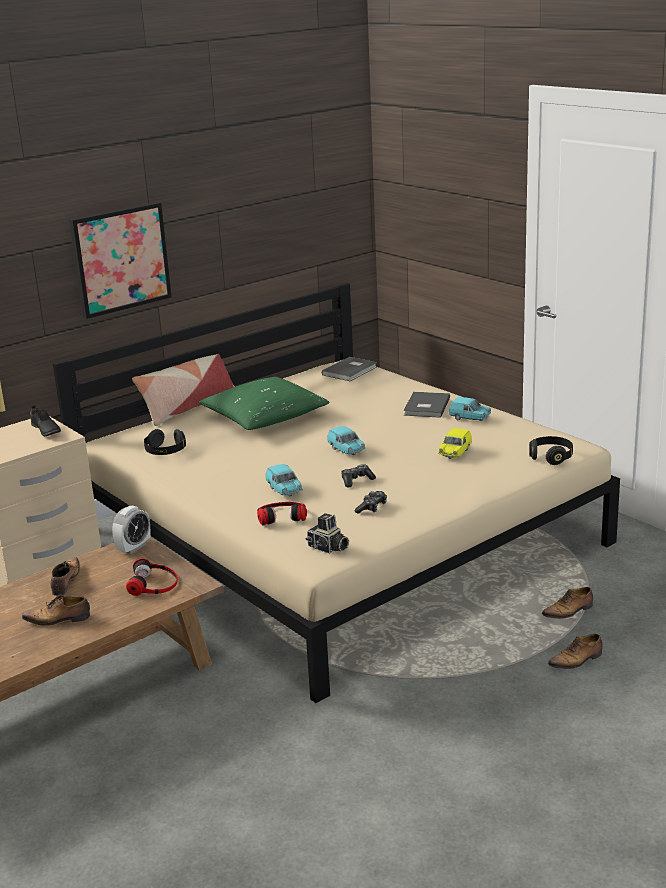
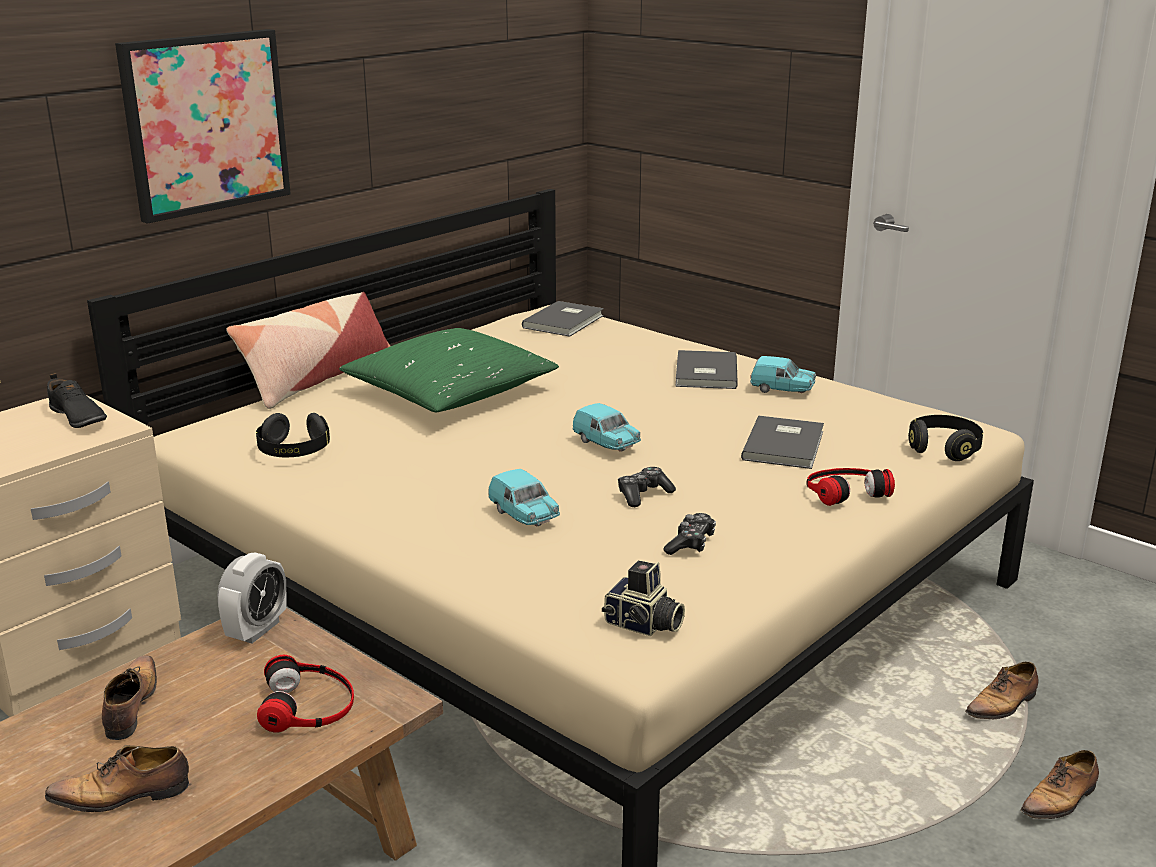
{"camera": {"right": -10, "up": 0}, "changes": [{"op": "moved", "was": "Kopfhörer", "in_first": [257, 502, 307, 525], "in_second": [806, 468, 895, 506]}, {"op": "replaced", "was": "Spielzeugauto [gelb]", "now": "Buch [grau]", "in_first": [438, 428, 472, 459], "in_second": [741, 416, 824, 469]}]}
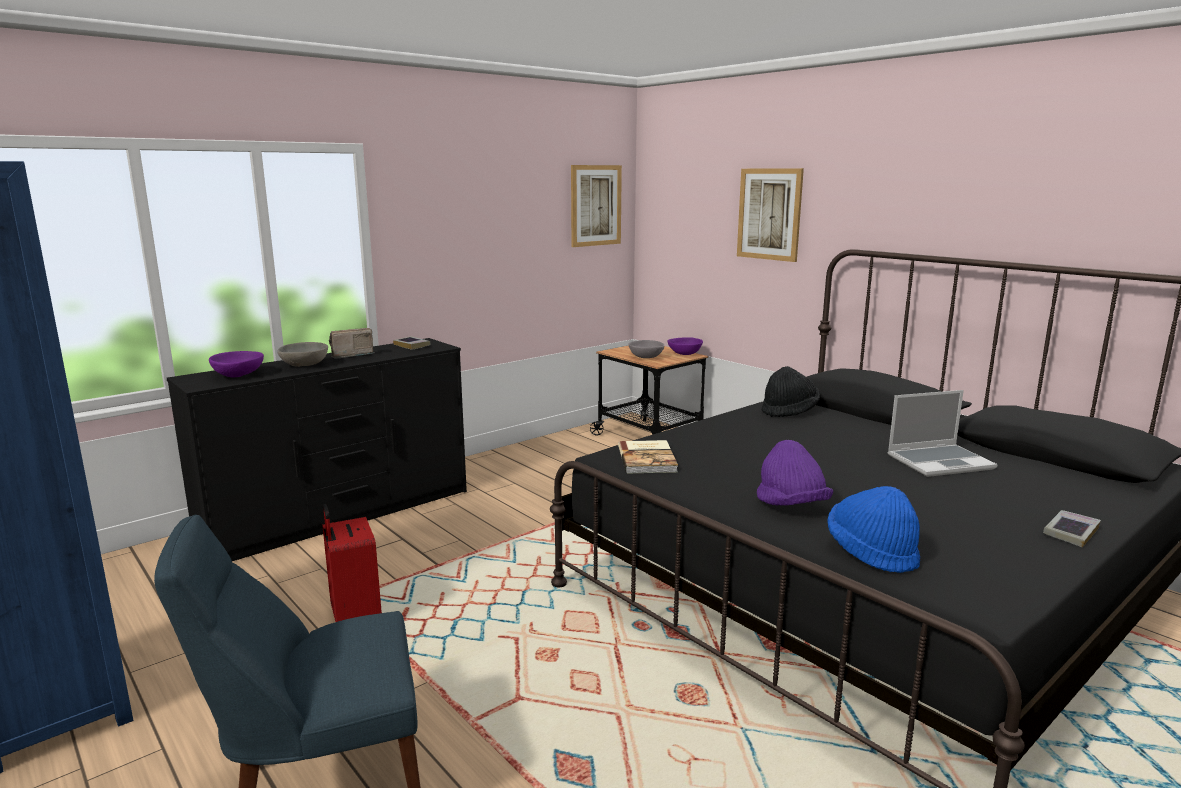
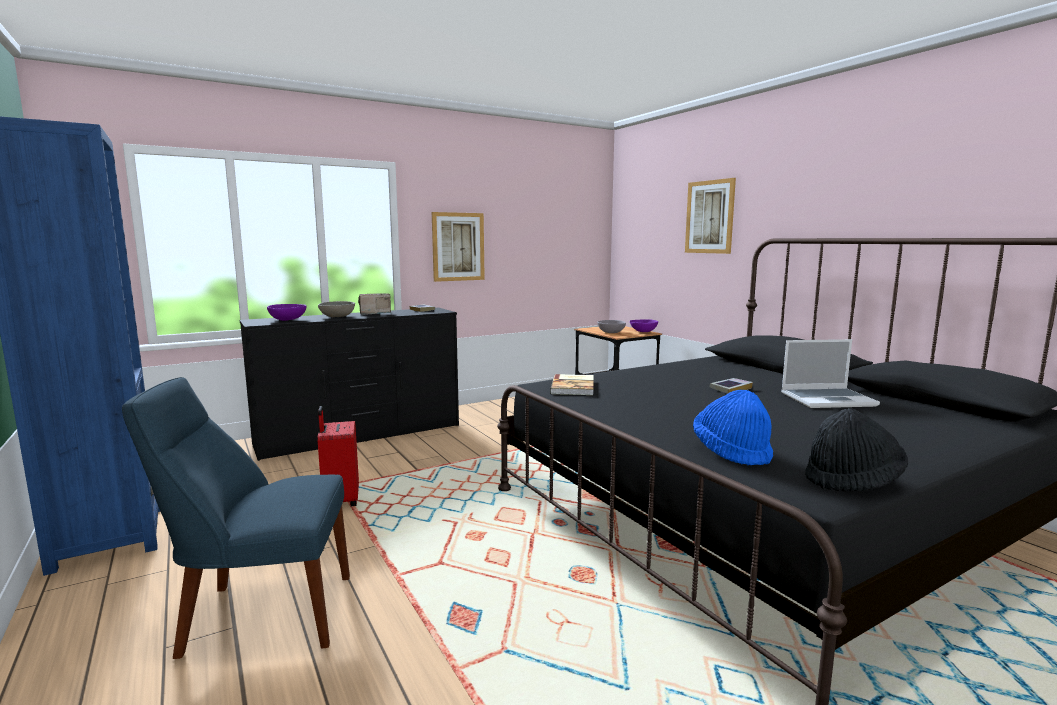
{"camera": {"right": 10, "up": -5}, "changes": [{"op": "removed", "was": "Hut [lila]", "in_first": [757, 440, 833, 506]}, {"op": "moved", "was": "Bild", "in_first": [571, 165, 622, 247], "in_second": [432, 212, 485, 282]}, {"op": "moved", "was": "Hut [schwarz]", "in_first": [762, 366, 820, 417], "in_second": [805, 408, 908, 492]}, {"op": "moved", "was": "Buch", "in_first": [1043, 510, 1101, 548], "in_second": [709, 378, 753, 394]}]}
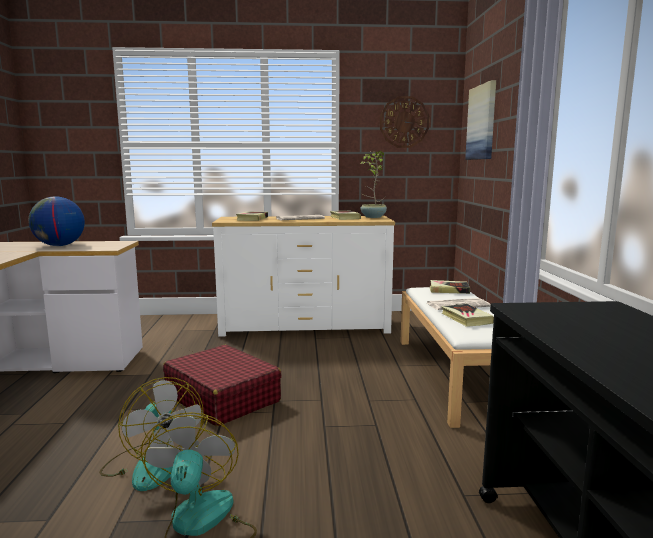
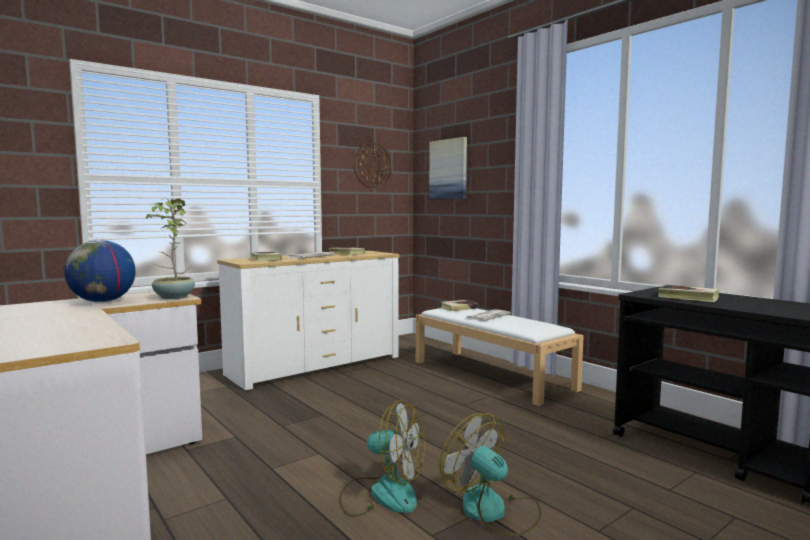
{"camera": {"right": -35, "up": -5}, "changes": [{"op": "removed", "was": "Koffer [rot]", "in_first": [163, 345, 282, 426]}, {"op": "moved", "was": "Topfpflanze", "in_first": [361, 151, 387, 218], "in_second": [145, 198, 195, 299]}, {"op": "moved", "was": "Buch", "in_first": [441, 304, 494, 327], "in_second": [658, 285, 719, 302]}]}
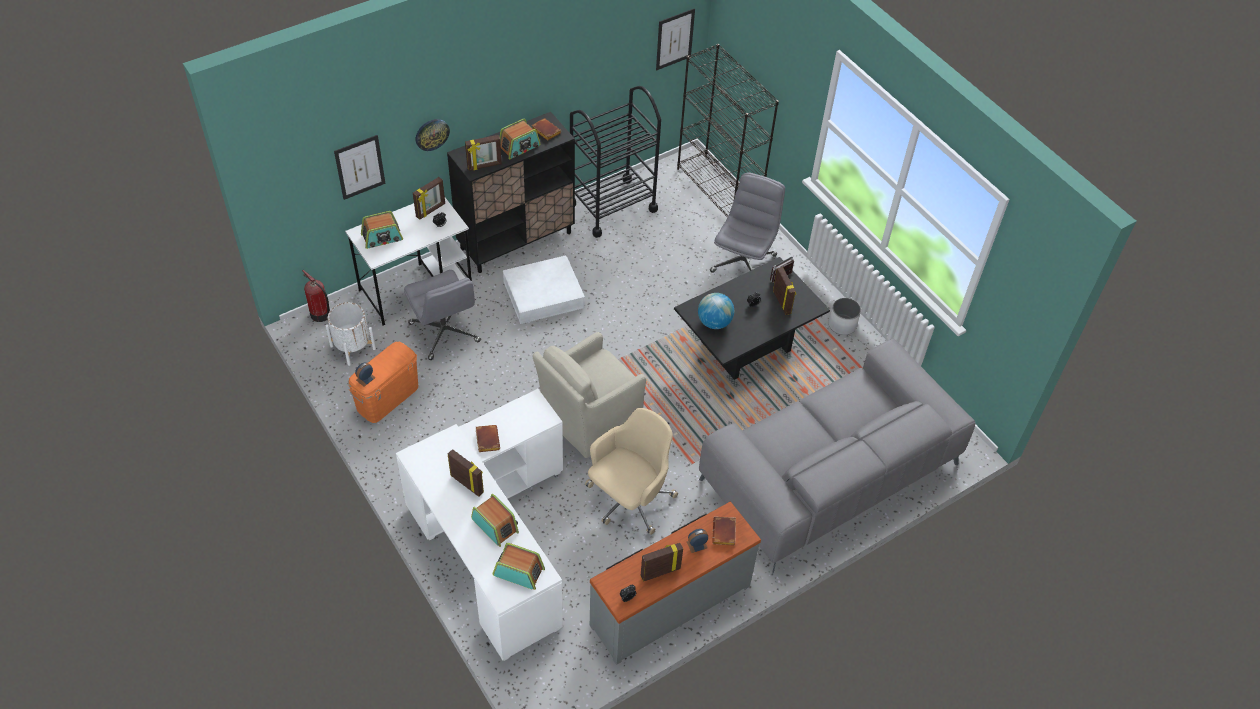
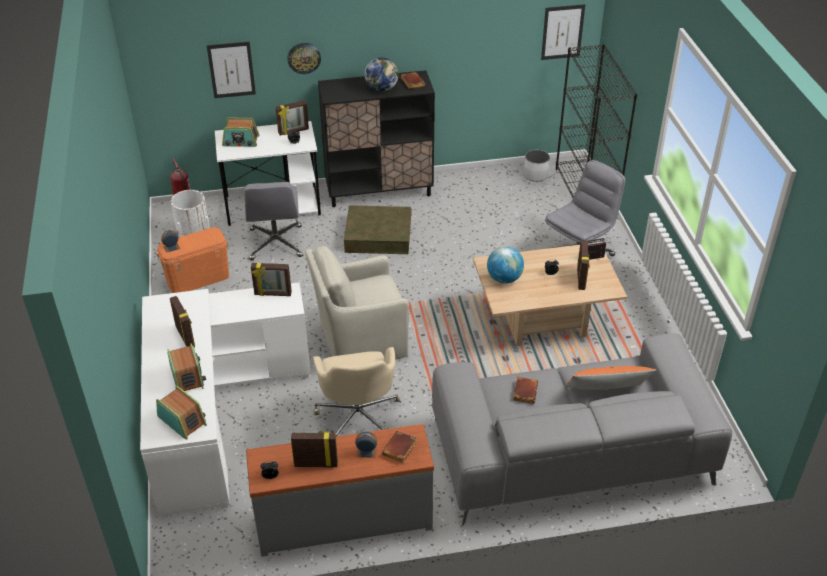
{"camera": {"right": 25, "up": -10}, "changes": [{"op": "removed", "was": "Rollwagen [schwarz]", "in_first": [570, 86, 661, 238]}, {"op": "added", "now": "Kissen [orange]", "in_second": [565, 366, 656, 390]}, {"op": "moved", "was": "Bilderrahmen", "in_first": [465, 135, 502, 171], "in_second": [251, 263, 292, 296]}, {"op": "moved", "was": "Buch [braun]", "in_first": [476, 425, 500, 452], "in_second": [513, 376, 538, 404]}, {"op": "moved", "was": "Pflanzkübel [weiß]", "in_first": [829, 298, 861, 335], "in_second": [523, 150, 550, 182]}, {"op": "replaced", "was": "Radio", "now": "Globus", "in_first": [500, 119, 540, 160], "in_second": [365, 57, 398, 92]}, {"op": "recoloured", "was": "Aufbewahrungsbox [weiß]", "now": "Aufbewahrungsbox [braun]", "in_first": [503, 255, 585, 324], "in_second": [344, 205, 412, 254]}, {"op": "recoloured", "was": "Couchtisch [schwarz]", "now": "Couchtisch [beige]", "in_first": [674, 257, 830, 380], "in_second": [473, 245, 627, 346]}, {"op": "turned", "was": "Bürostuhl [beige]", "in_first": [585, 408, 678, 535], "in_second": [313, 347, 400, 436], "clockwise": 105}]}
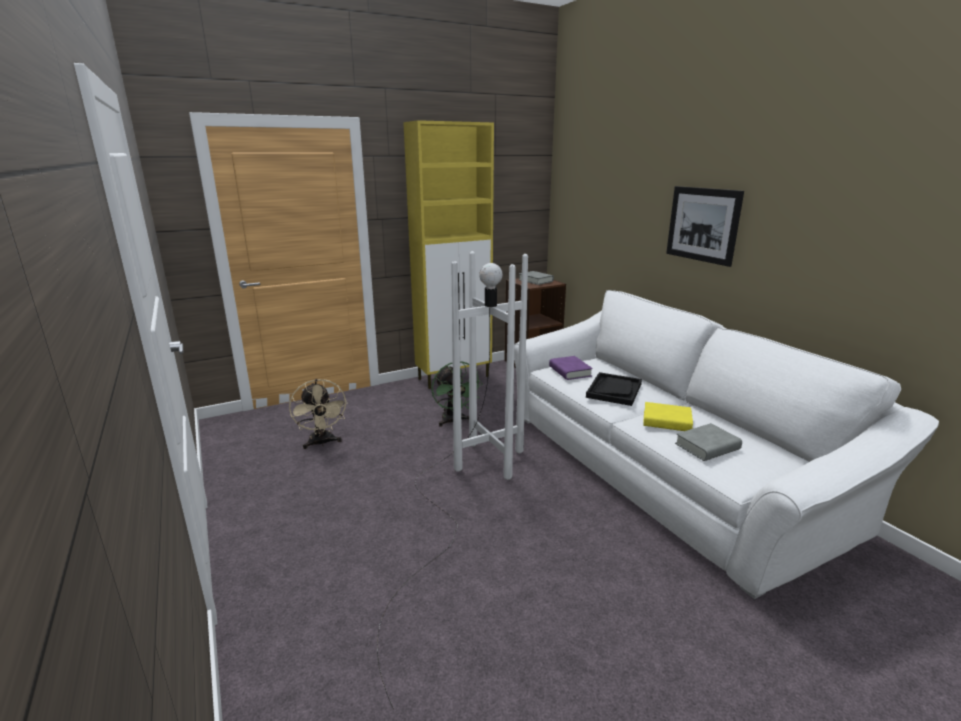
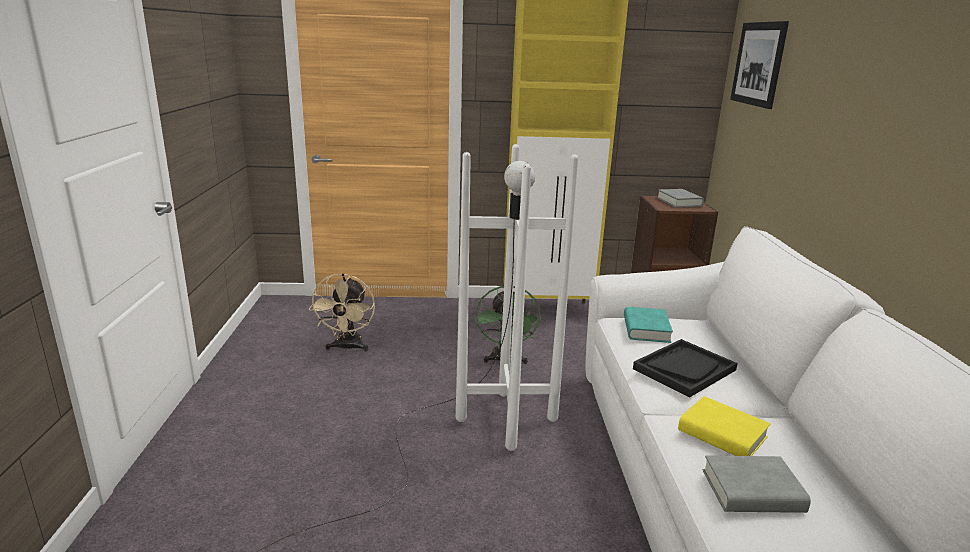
{"camera": {"right": 25, "up": 0}, "changes": [{"op": "moved", "was": "Bild", "in_first": [666, 186, 744, 267], "in_second": [730, 21, 789, 109]}, {"op": "recoloured", "was": "Buch [lila]", "now": "Buch [türkis]", "in_first": [549, 356, 593, 380], "in_second": [624, 307, 673, 343]}]}
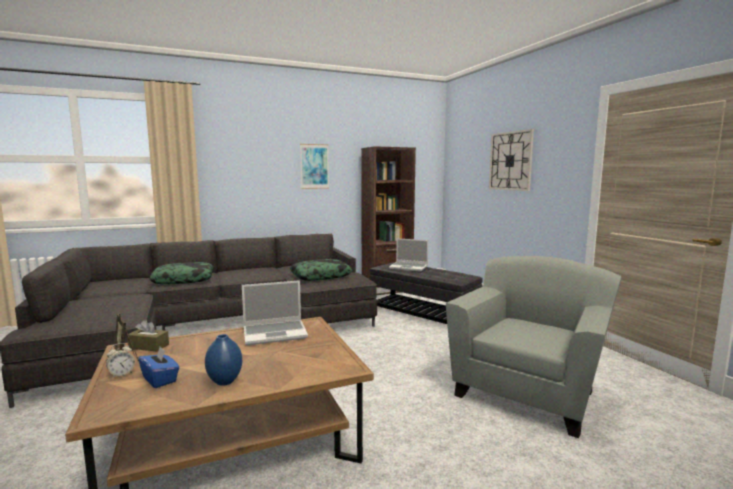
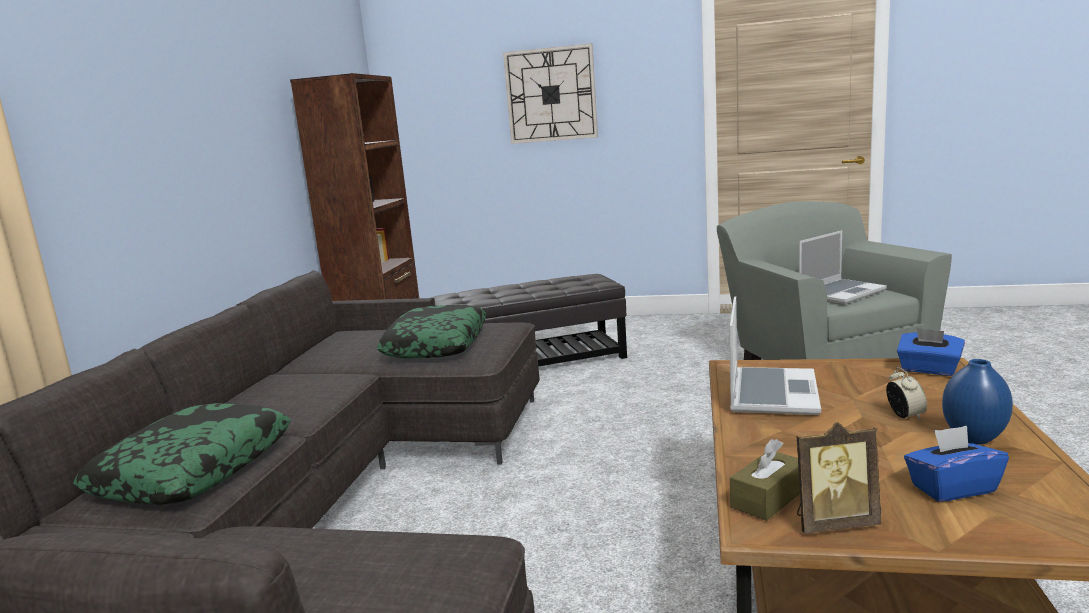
{"camera": {"right": -55, "up": 5}, "changes": [{"op": "removed", "was": "Bild", "in_first": [300, 144, 329, 189]}, {"op": "added", "now": "Taschentuchbox [blau]", "in_second": [897, 328, 965, 376]}, {"op": "moved", "was": "Wecker", "in_first": [106, 343, 135, 378], "in_second": [886, 367, 927, 420]}, {"op": "moved", "was": "Laptop", "in_first": [389, 238, 428, 272], "in_second": [799, 230, 887, 304]}]}
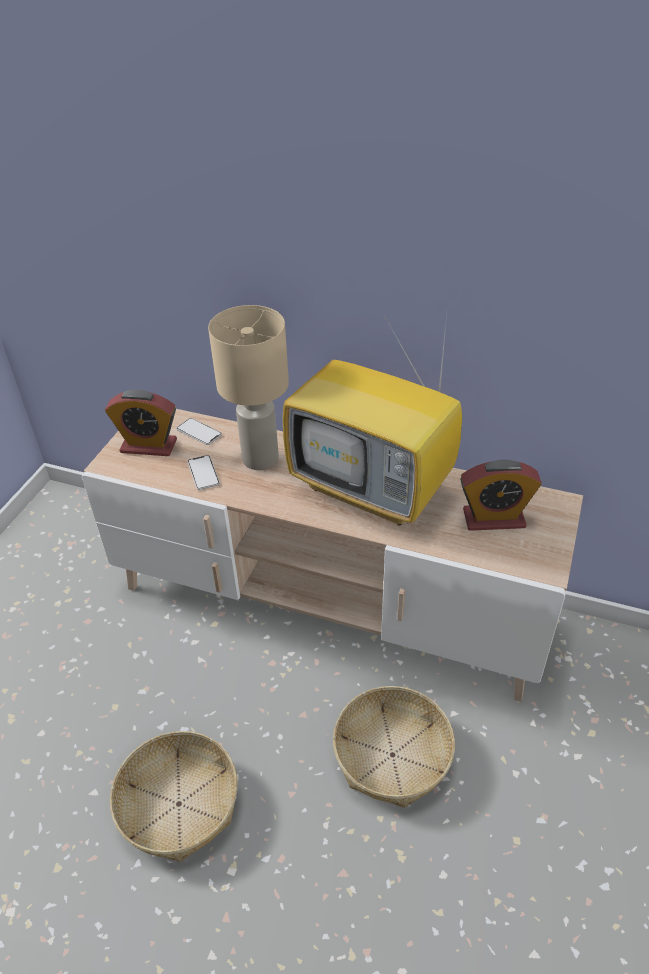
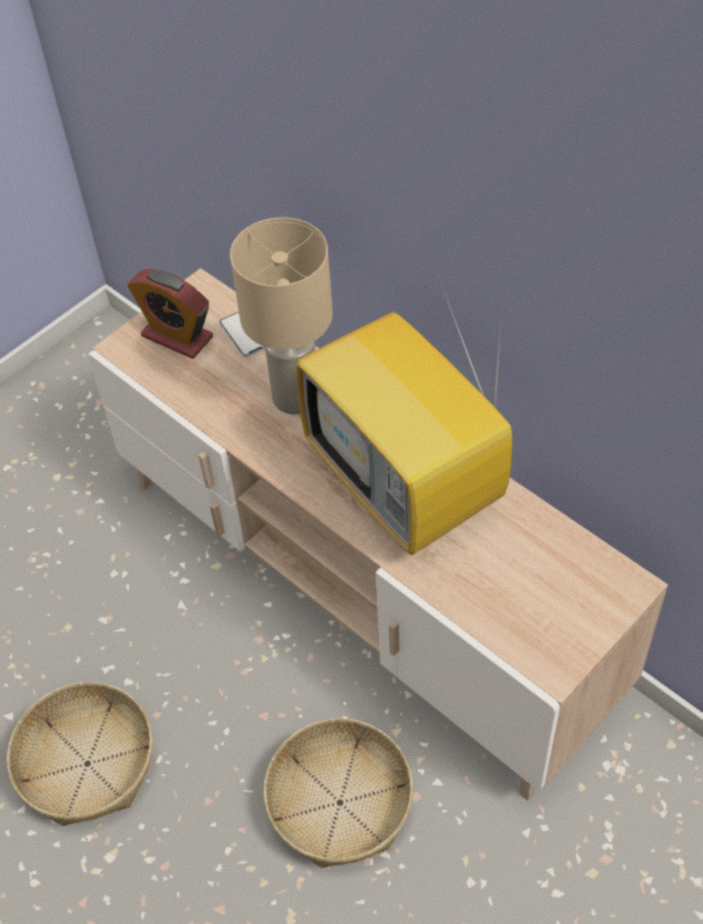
{"camera": {"right": 25, "up": 10}, "changes": [{"op": "removed", "was": "Handy", "in_first": [188, 455, 220, 490]}, {"op": "removed", "was": "Wecker", "in_first": [460, 459, 542, 531]}]}
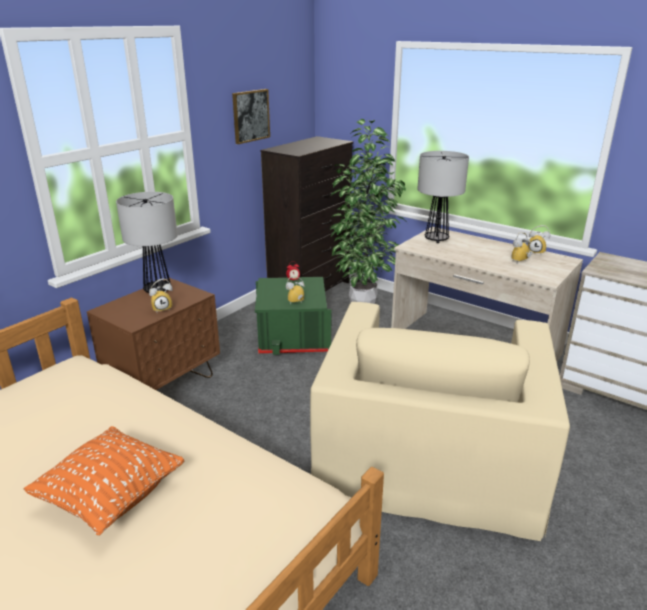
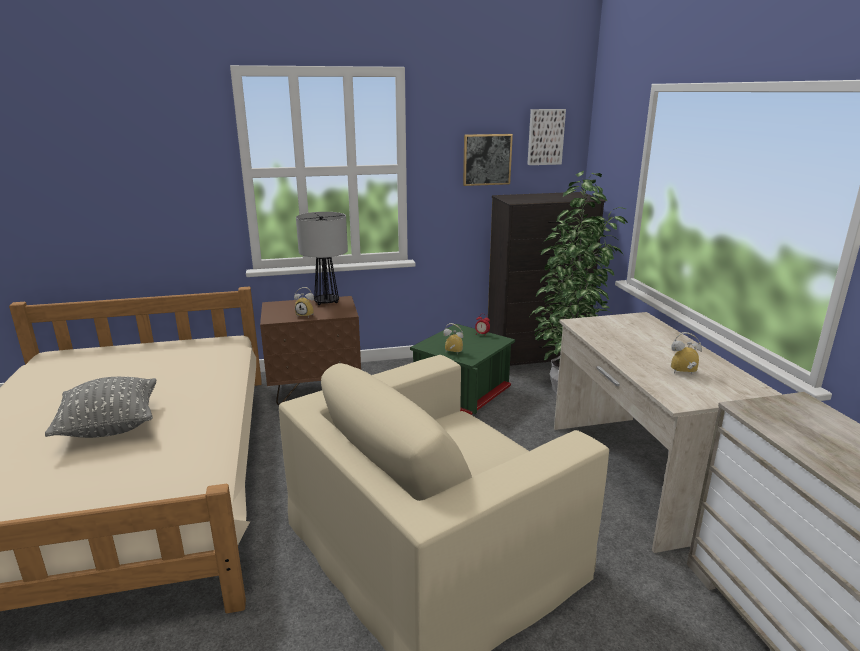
{"camera": {"right": 40, "up": -5}, "changes": [{"op": "removed", "was": "Tischlampe", "in_first": [417, 151, 469, 243]}, {"op": "removed", "was": "Wecker", "in_first": [528, 225, 550, 254]}, {"op": "added", "now": "Bild", "in_second": [527, 109, 566, 165]}, {"op": "recoloured", "was": "Kissen [orange]", "now": "Kissen [grau]", "in_first": [24, 426, 185, 535], "in_second": [45, 377, 156, 438]}]}
